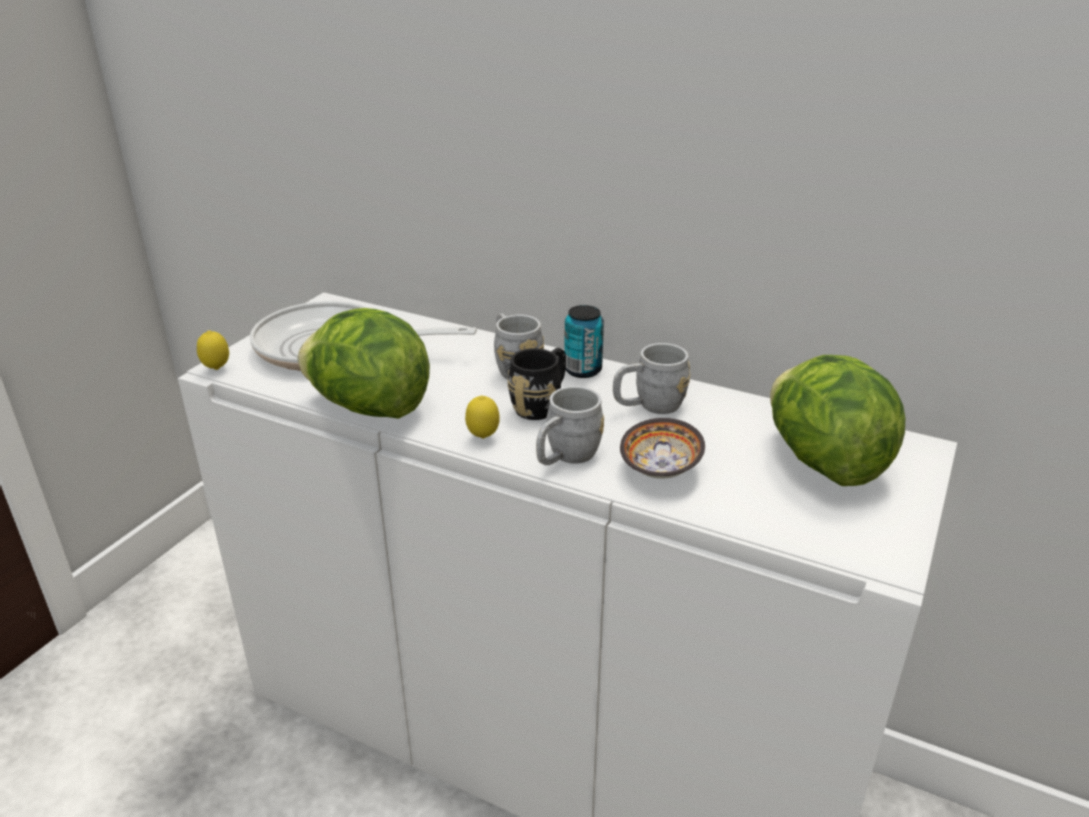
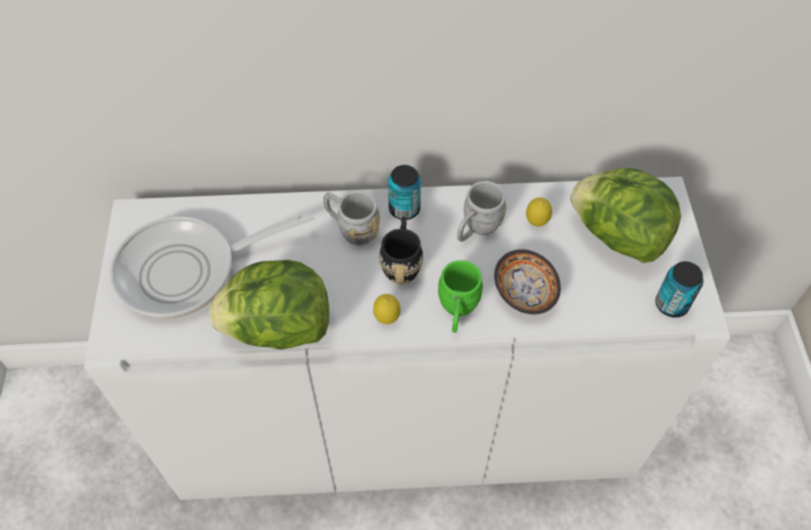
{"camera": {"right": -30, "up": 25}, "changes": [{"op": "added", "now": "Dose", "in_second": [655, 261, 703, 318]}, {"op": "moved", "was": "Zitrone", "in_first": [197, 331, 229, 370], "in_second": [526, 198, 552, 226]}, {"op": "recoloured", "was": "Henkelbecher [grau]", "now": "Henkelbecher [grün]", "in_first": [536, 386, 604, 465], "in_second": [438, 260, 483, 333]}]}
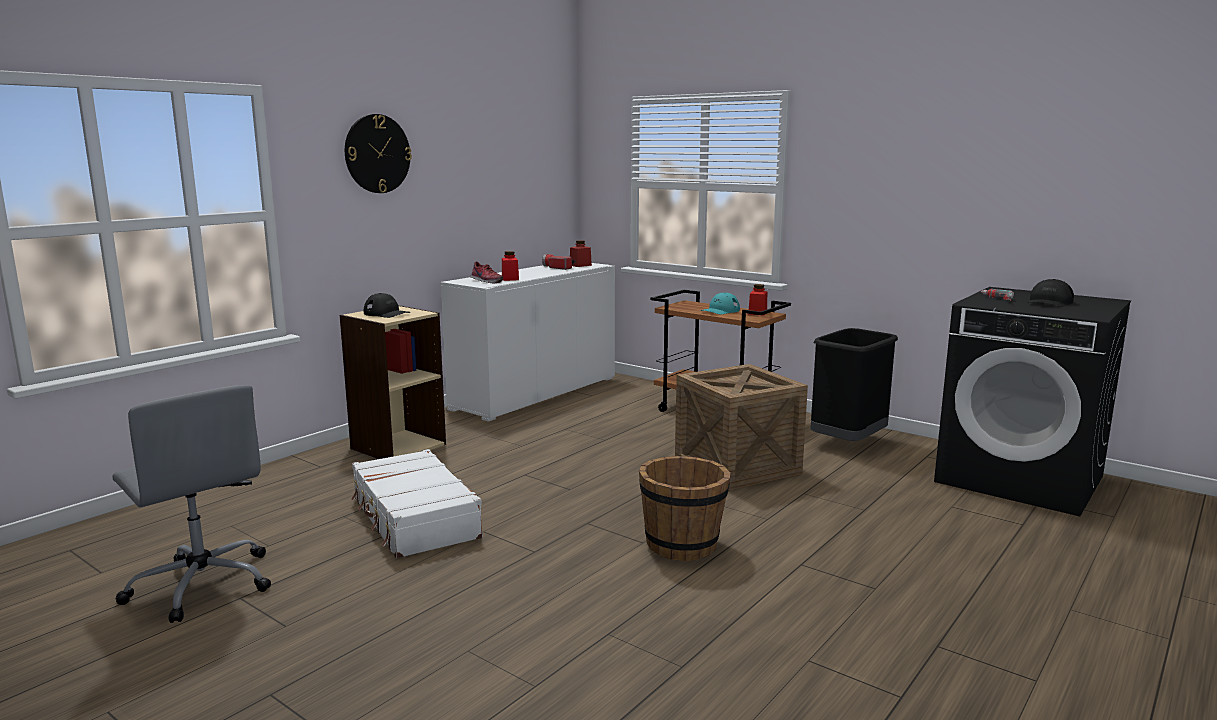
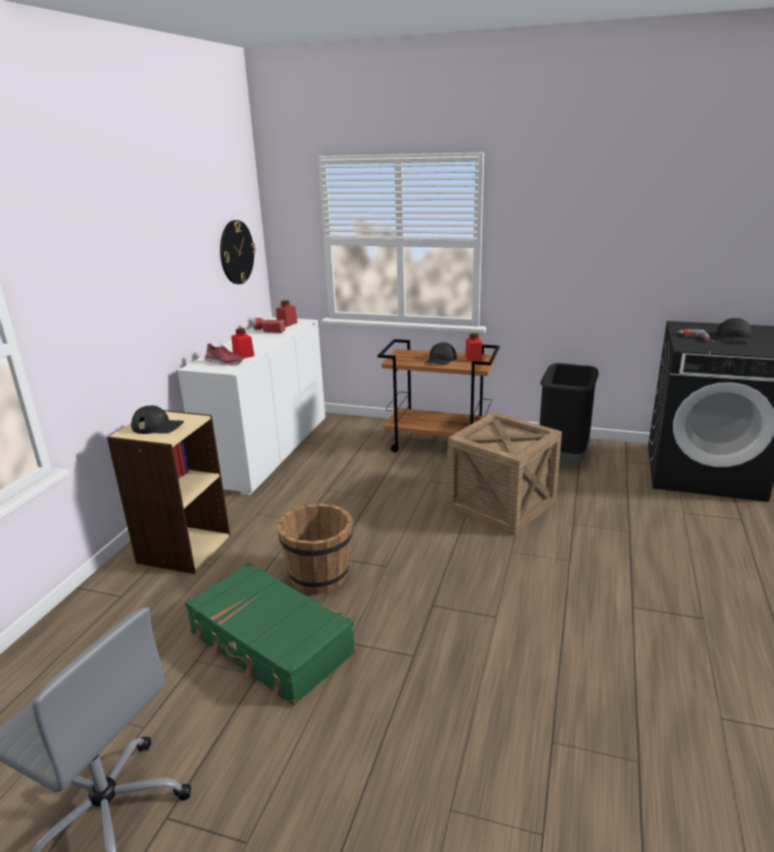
{"camera": {"right": -20, "up": 10}, "changes": [{"op": "moved", "was": "Wanduhr", "in_first": [345, 114, 412, 193], "in_second": [220, 220, 256, 284]}, {"op": "moved", "was": "Eimer [braun]", "in_first": [639, 456, 730, 561], "in_second": [277, 504, 353, 594]}, {"op": "recoloured", "was": "Koffer [weiß]", "now": "Koffer [grün]", "in_first": [351, 449, 483, 558], "in_second": [185, 562, 356, 706]}, {"op": "recoloured", "was": "Kappe [türkis]", "now": "Kappe [schwarz]", "in_first": [700, 292, 740, 315], "in_second": [426, 342, 457, 365]}]}
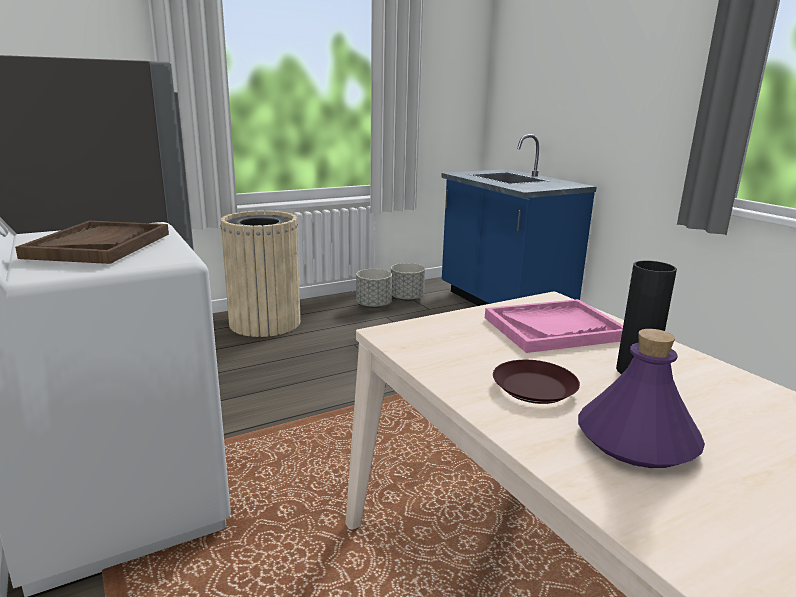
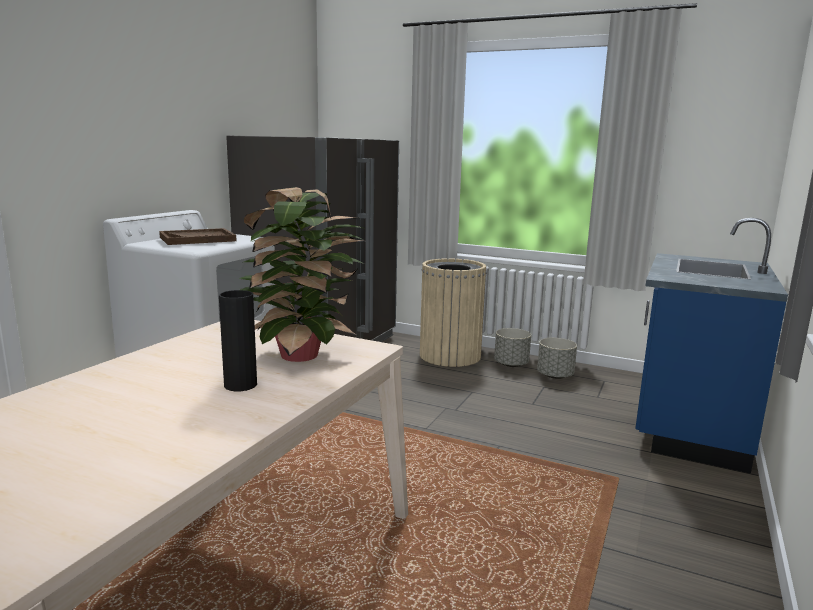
{"camera": {"right": 55, "up": -5}, "changes": [{"op": "removed", "was": "Teller [braun]", "in_first": [493, 360, 580, 404]}, {"op": "removed", "was": "Flasche [lila]", "in_first": [578, 329, 705, 468]}, {"op": "moved", "was": "Pflanzkübel [grau]", "in_first": [391, 263, 425, 301], "in_second": [494, 328, 531, 367]}, {"op": "replaced", "was": "Tablett [rosa]", "now": "Topfpflanze", "in_first": [485, 299, 623, 353], "in_second": [239, 187, 364, 362]}]}
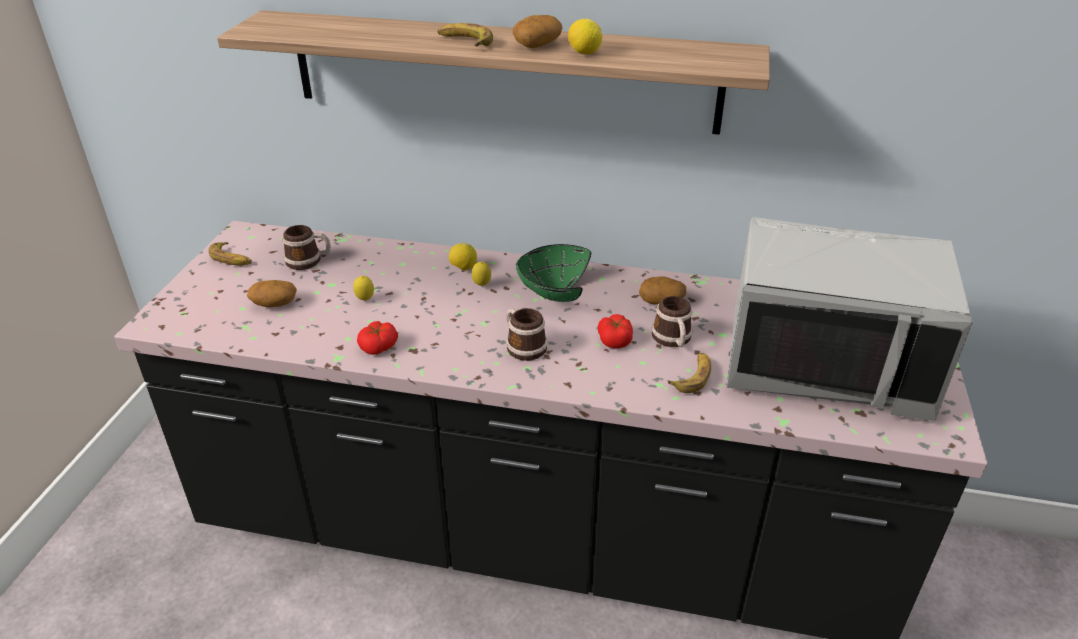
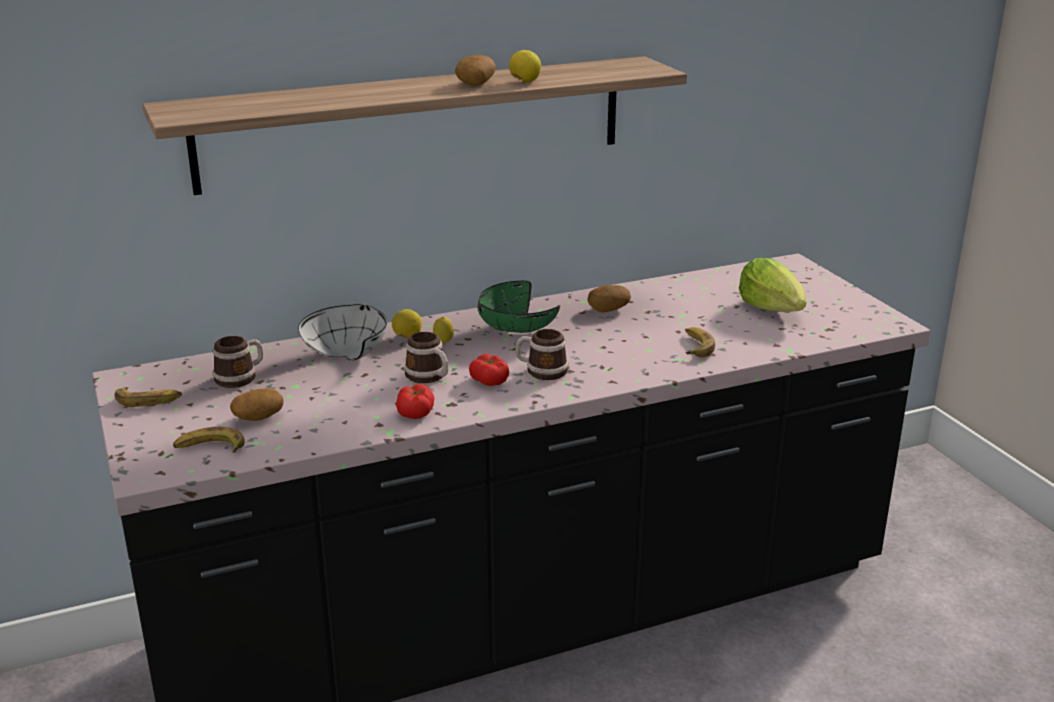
{"camera": {"right": -35, "up": -10}, "changes": [{"op": "removed", "was": "Zitrone", "in_first": [353, 276, 374, 301]}, {"op": "added", "now": "Schüssel [weiß]", "in_second": [298, 304, 387, 360]}, {"op": "moved", "was": "Banane", "in_first": [437, 23, 493, 46], "in_second": [173, 426, 245, 453]}, {"op": "moved", "was": "Tomate", "in_first": [598, 314, 633, 348], "in_second": [469, 354, 509, 386]}, {"op": "moved", "was": "Henkelbecher", "in_first": [652, 296, 693, 347], "in_second": [404, 332, 448, 383]}, {"op": "replaced", "was": "Mikrowelle [grau]", "now": "Salatkopf", "in_first": [727, 217, 973, 421], "in_second": [739, 258, 806, 312]}]}
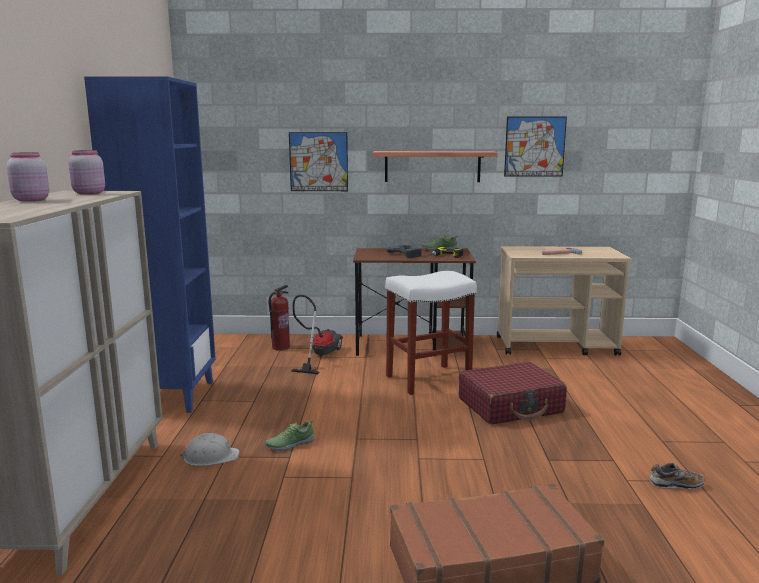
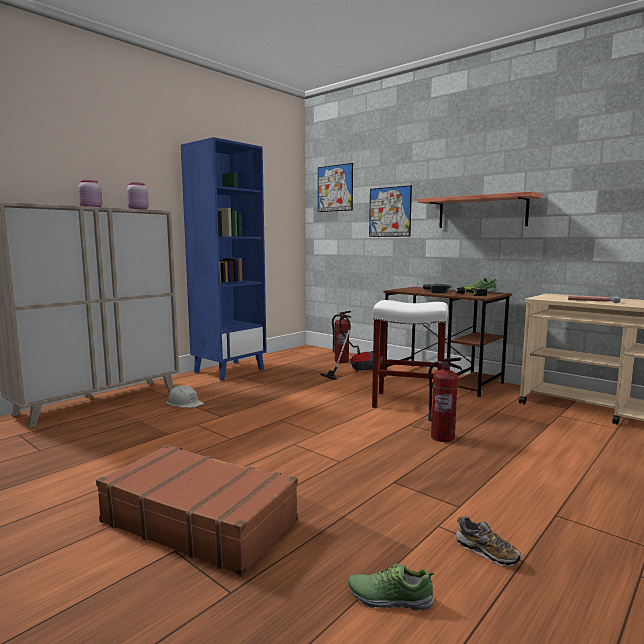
{"camera": {"right": 40, "up": -5}, "changes": [{"op": "moved", "was": "Schuh", "in_first": [265, 420, 315, 451], "in_second": [348, 563, 435, 611]}, {"op": "moved", "was": "Bild", "in_first": [504, 116, 567, 177], "in_second": [318, 163, 353, 212]}, {"op": "replaced", "was": "Koffer [rot]", "now": "Feuerlöscher", "in_first": [459, 362, 567, 424], "in_second": [428, 357, 462, 442]}]}
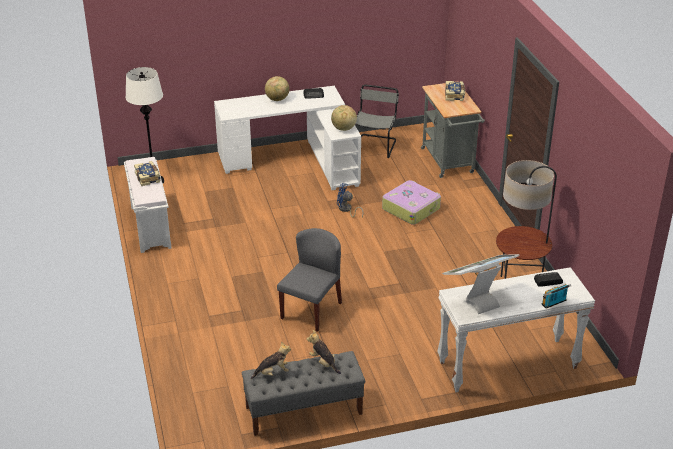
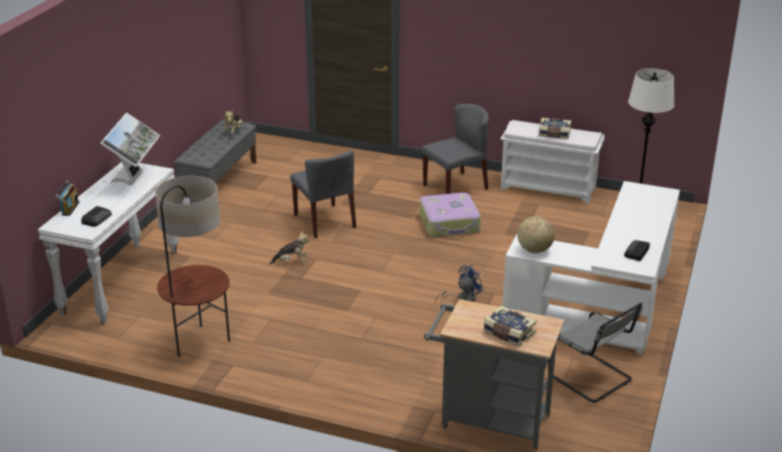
{"camera": {"right": 125, "up": -5}, "changes": [{"op": "removed", "was": "Globus", "in_first": [265, 76, 289, 101]}, {"op": "added", "now": "Stuhl [grau]", "in_second": [421, 104, 489, 194]}, {"op": "moved", "was": "Plüschtier", "in_first": [307, 330, 341, 374], "in_second": [269, 230, 310, 264]}, {"op": "moved", "was": "Koffer", "in_first": [382, 180, 441, 225], "in_second": [419, 192, 481, 237]}]}
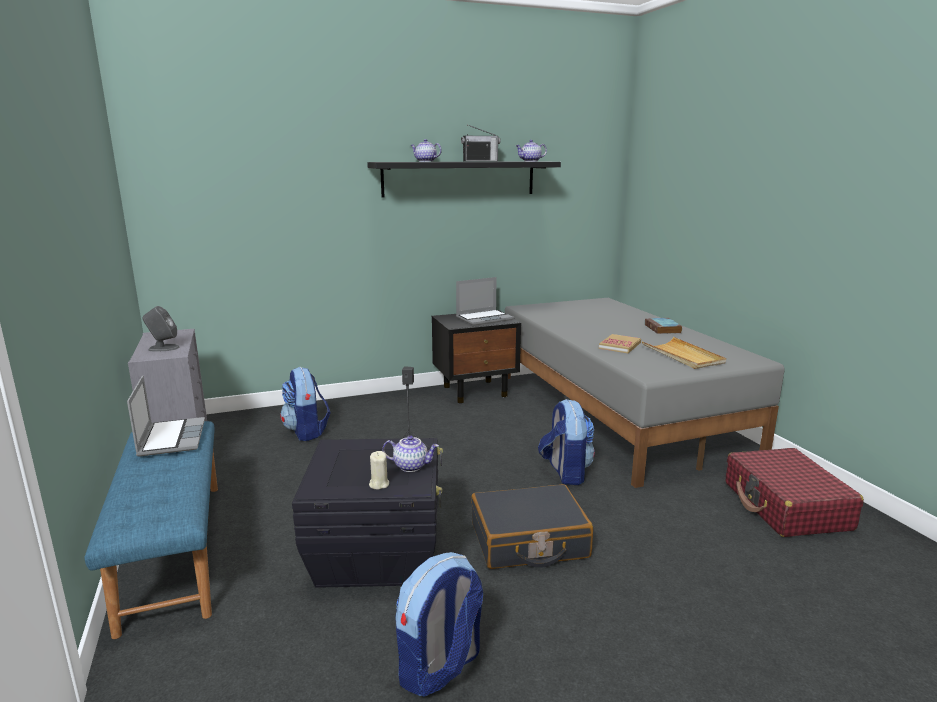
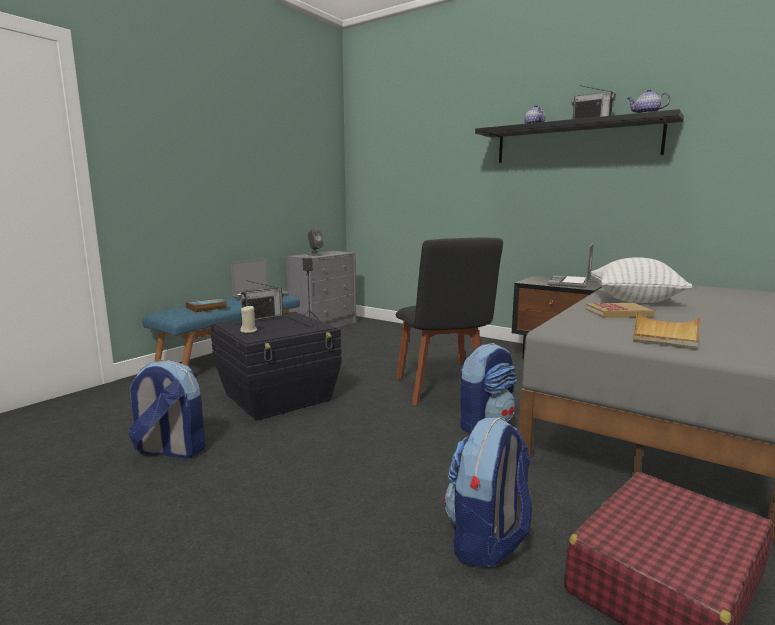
{"camera": {"right": 55, "up": -5}, "changes": [{"op": "removed", "was": "Teekanne", "in_first": [382, 435, 439, 472]}, {"op": "removed", "was": "Koffer [schwarz]", "in_first": [471, 484, 593, 569]}, {"op": "added", "now": "Radio", "in_second": [239, 280, 284, 320]}, {"op": "added", "now": "Stuhl [schwarz]", "in_second": [396, 237, 503, 406]}, {"op": "added", "now": "Kissen [weiß]", "in_second": [590, 257, 692, 303]}, {"op": "moved", "was": "Rucksack", "in_first": [280, 367, 331, 441], "in_second": [445, 417, 532, 567]}, {"op": "moved", "was": "Buch", "in_first": [645, 318, 682, 334], "in_second": [186, 298, 227, 313]}, {"op": "turned", "was": "Laptop", "in_first": [456, 277, 514, 326], "in_second": [547, 243, 594, 288], "clockwise": 90}]}
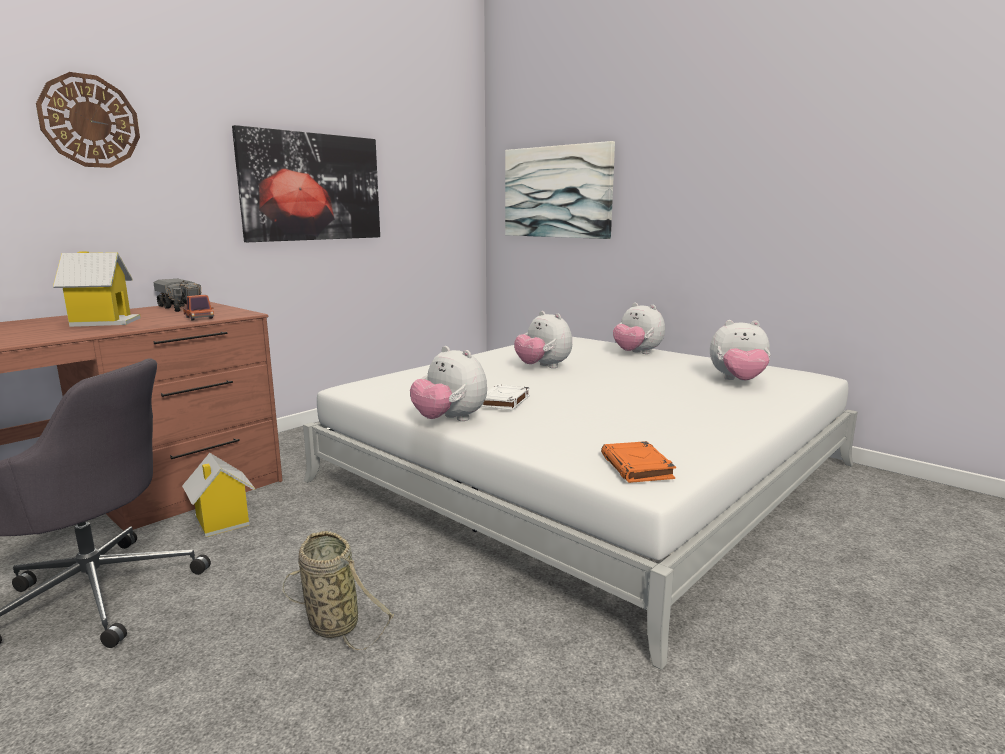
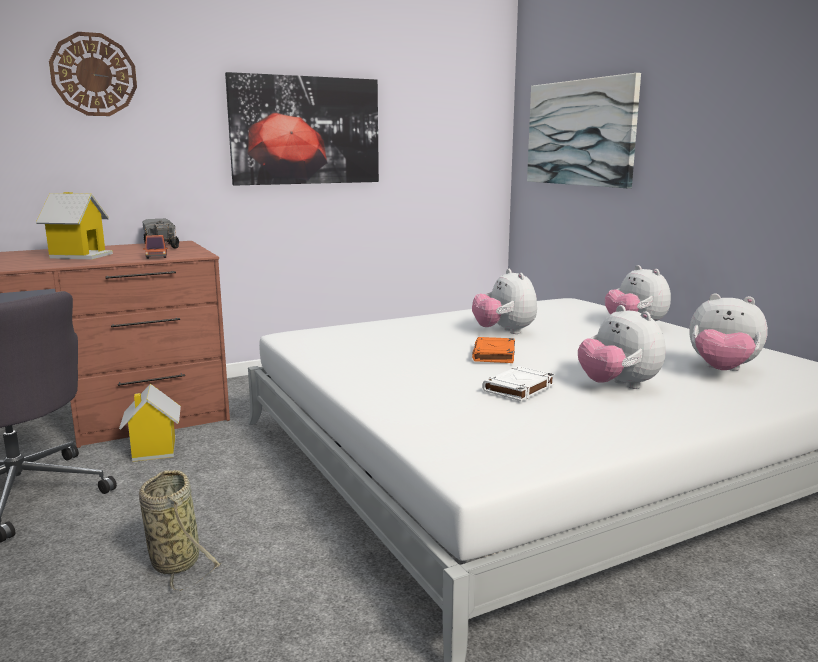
{"camera": {"right": 20, "up": 0}, "changes": [{"op": "moved", "was": "Plüschtier", "in_first": [410, 346, 487, 421], "in_second": [578, 305, 666, 389]}, {"op": "moved", "was": "Buch [weiß]", "in_first": [481, 384, 530, 411], "in_second": [482, 366, 555, 401]}, {"op": "moved", "was": "Buch [orange]", "in_first": [601, 441, 676, 483], "in_second": [472, 337, 515, 363]}]}
